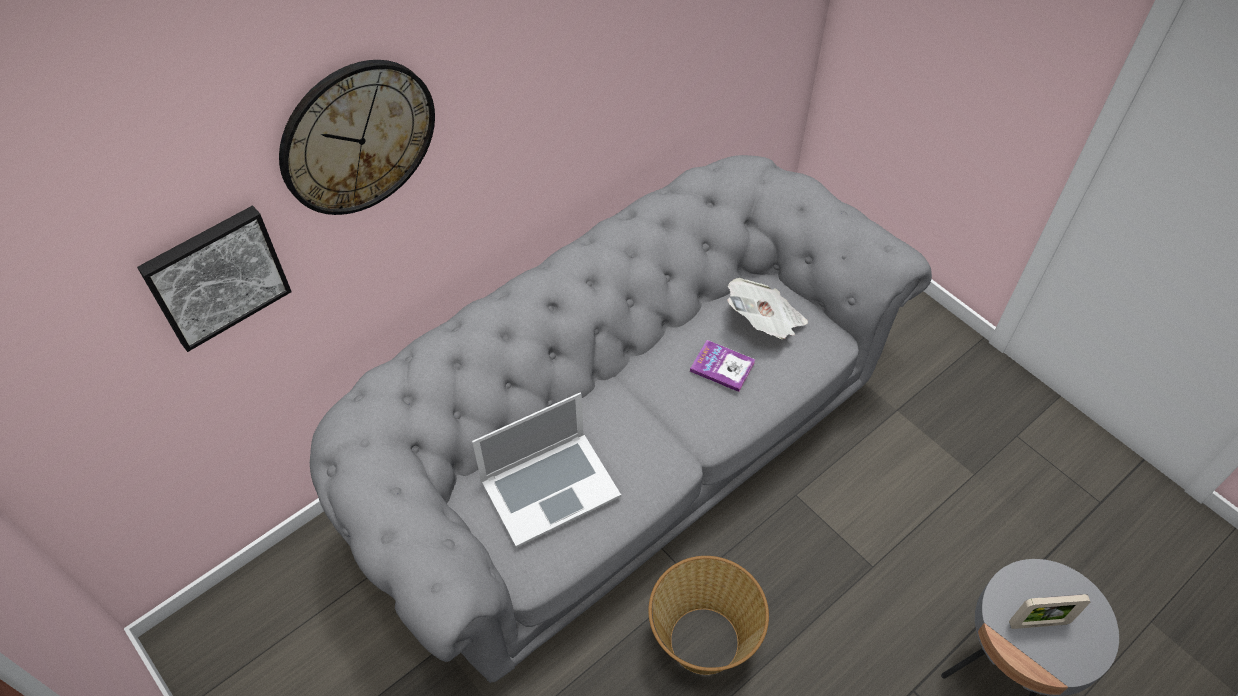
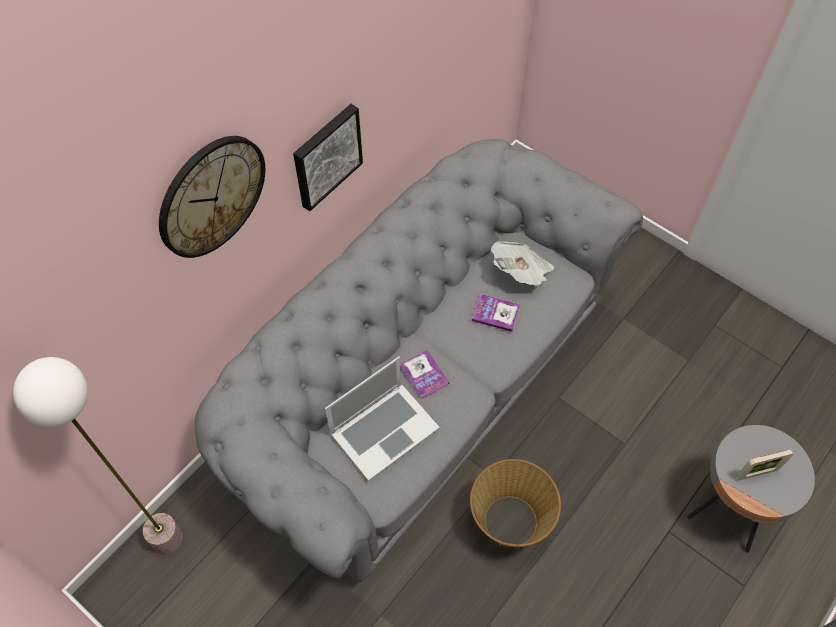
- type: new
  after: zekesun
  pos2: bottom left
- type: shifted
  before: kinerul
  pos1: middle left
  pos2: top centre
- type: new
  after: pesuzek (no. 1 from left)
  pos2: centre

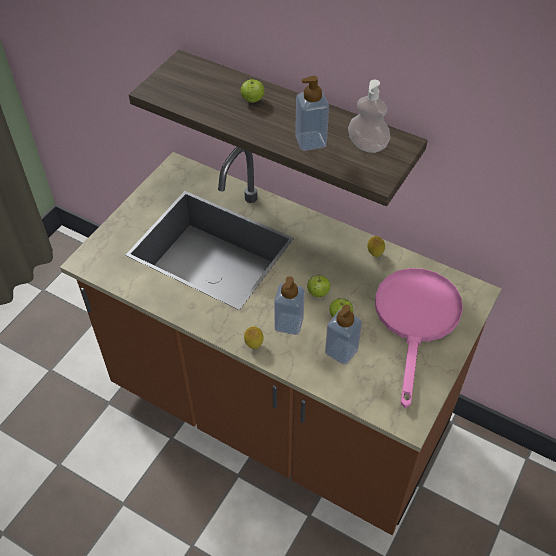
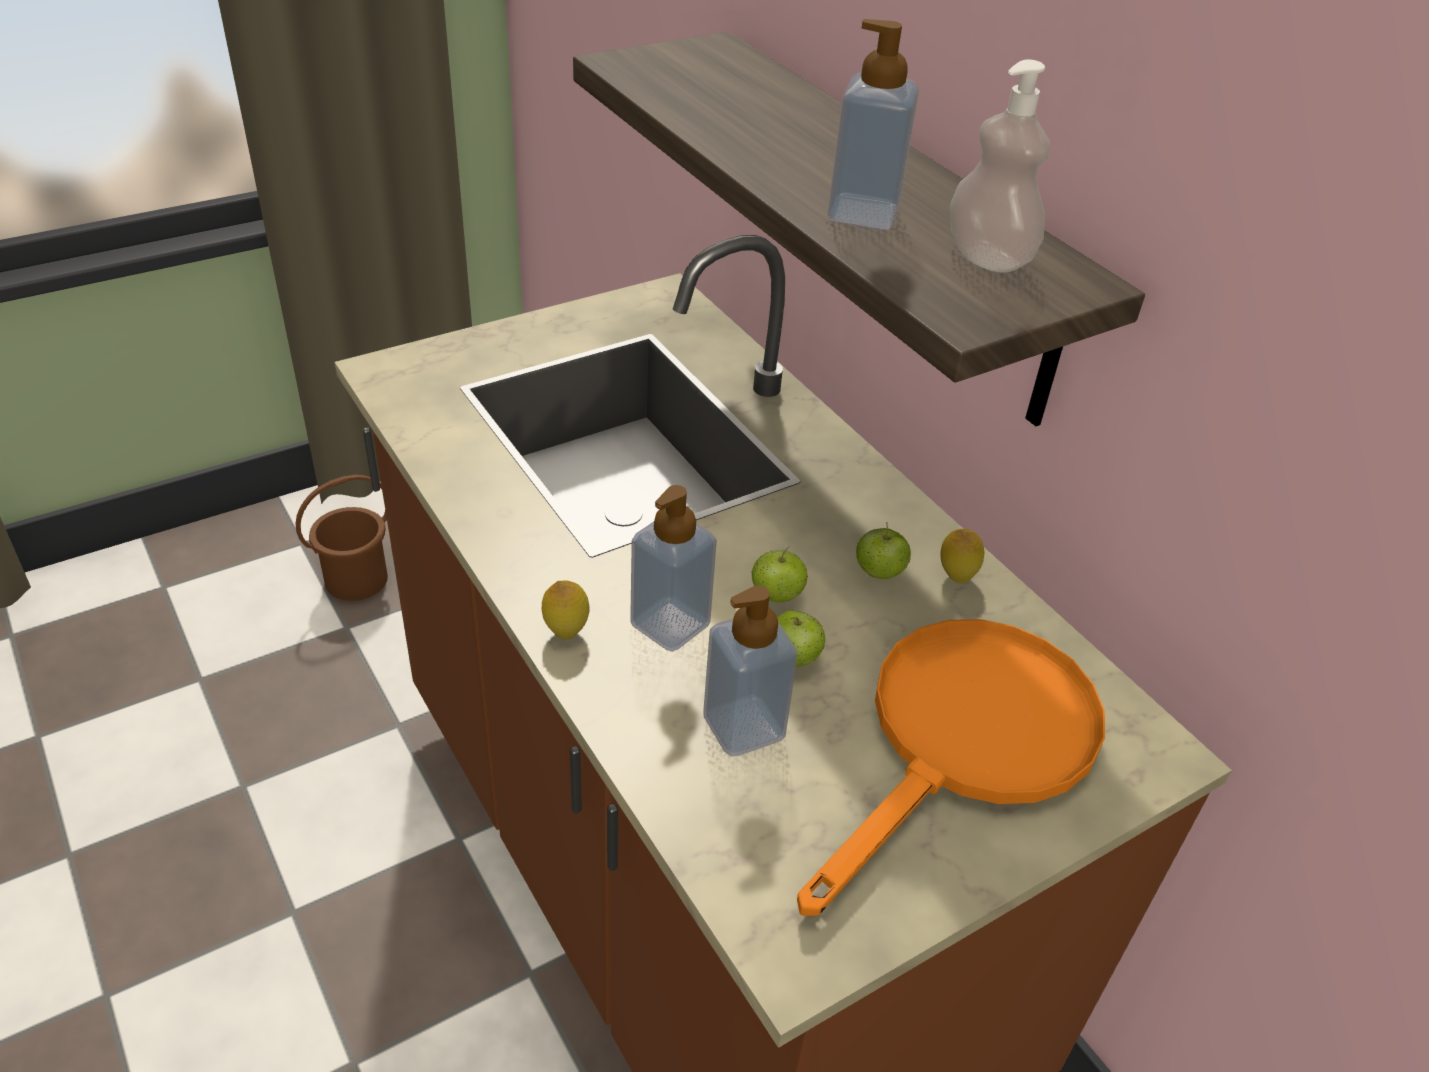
- type: new
  after: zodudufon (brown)
  pos2: middle left
- type: repainted
  before: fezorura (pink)
  after: fezorura (orange)
  pos1: middle right
  pos2: bottom centre
- type: shifted
  before: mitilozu (no. 1 from left in the first image)
  after: mitilozu (no. 3 from left)
  pos1: top centre
  pos2: centre

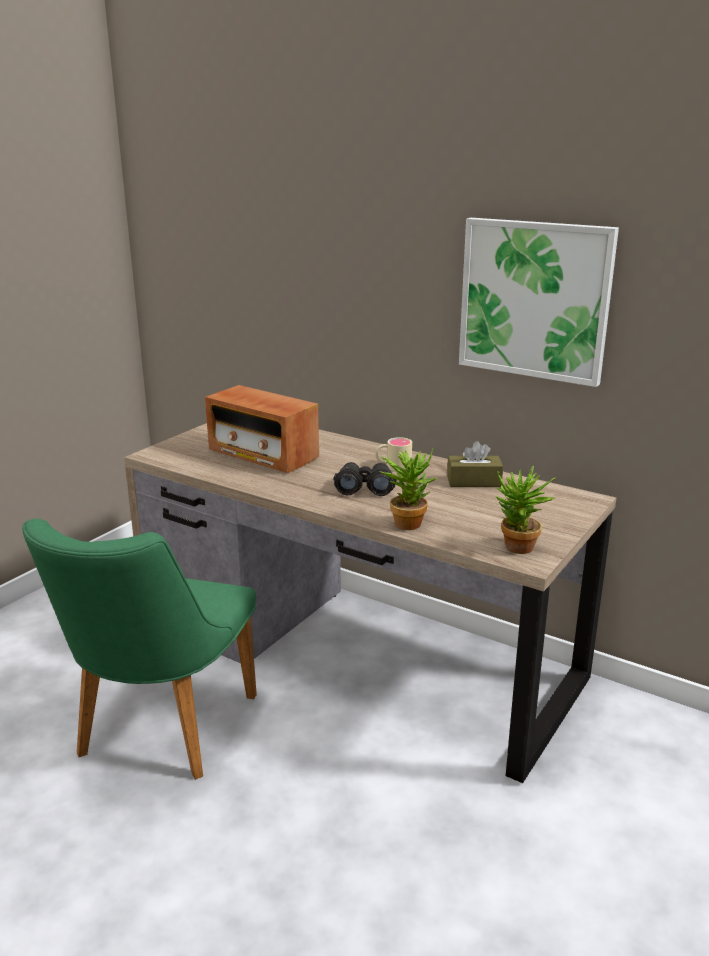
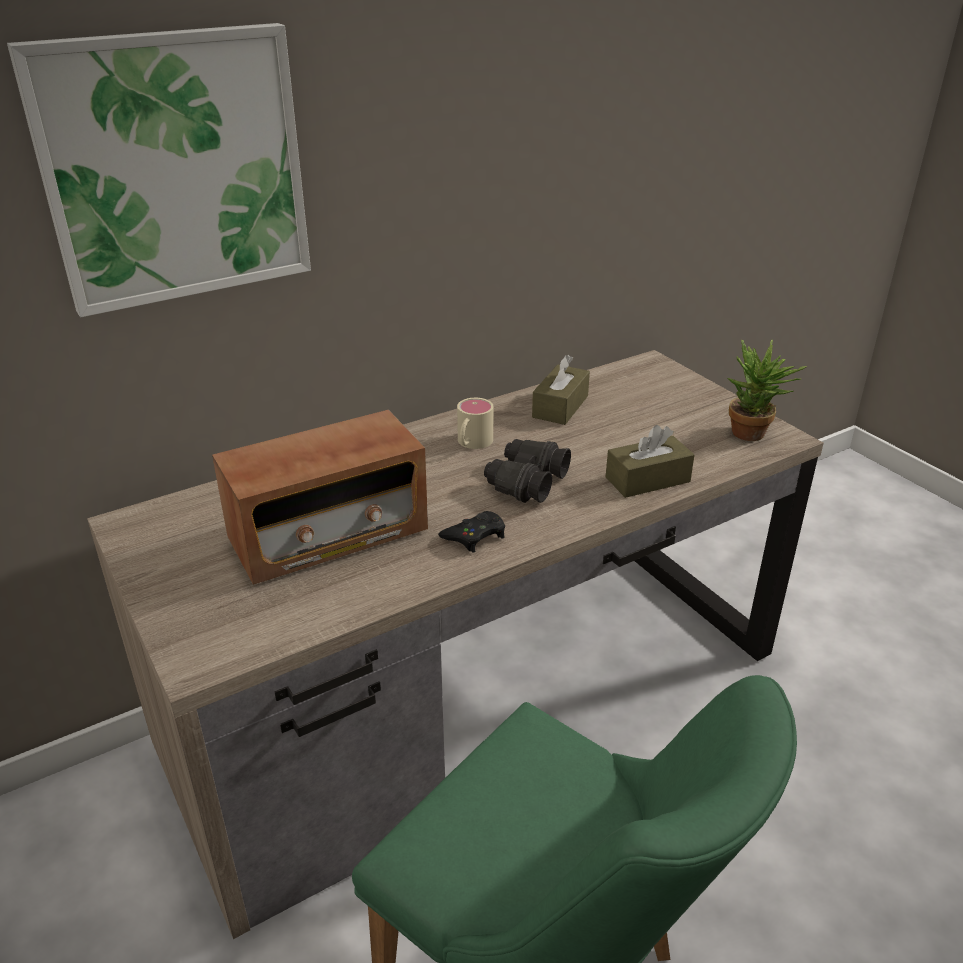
- type: shifted
  before: kinerul
  pos1: top right
  pos2: top left
- type: new
  after: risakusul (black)
  pos2: centre
- type: swapped
  before: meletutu (no. 1 from left)
  after: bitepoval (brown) (no. 2 from left)
  pos1: centre
  pos2: middle right

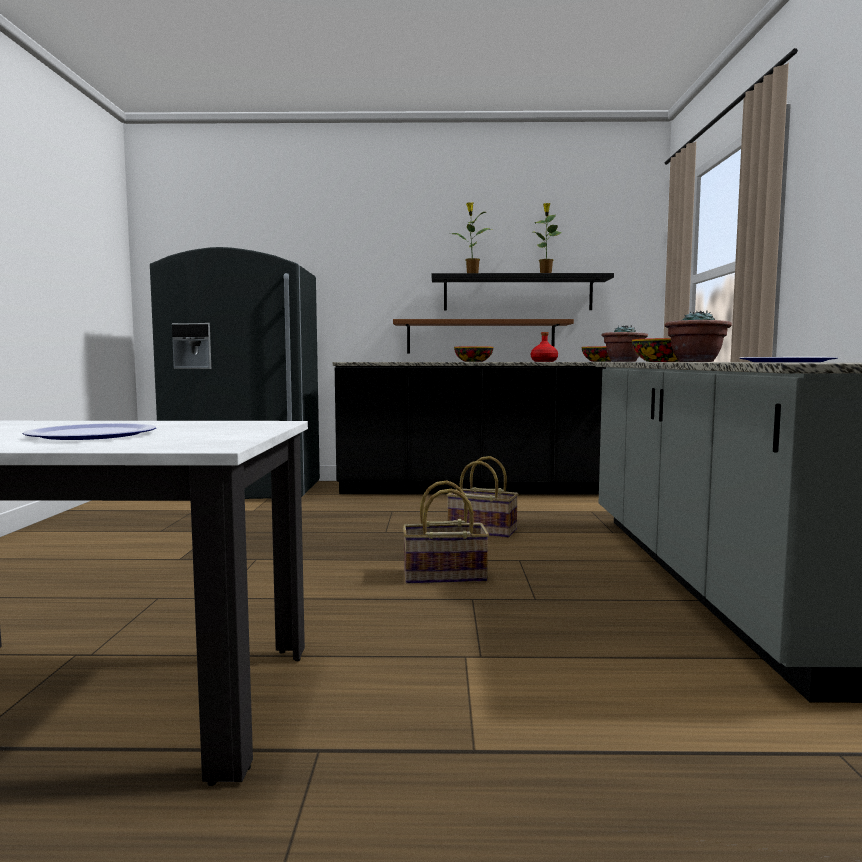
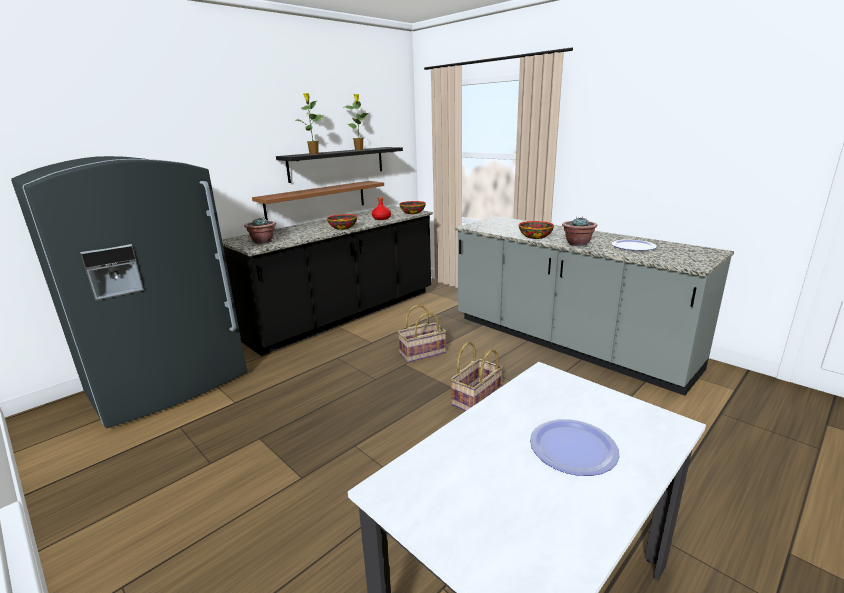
- type: shifted
  before: meletutu (no. 3 from left in the first image)
  after: meletutu (no. 1 from left)
  pos1: middle right
  pos2: middle left

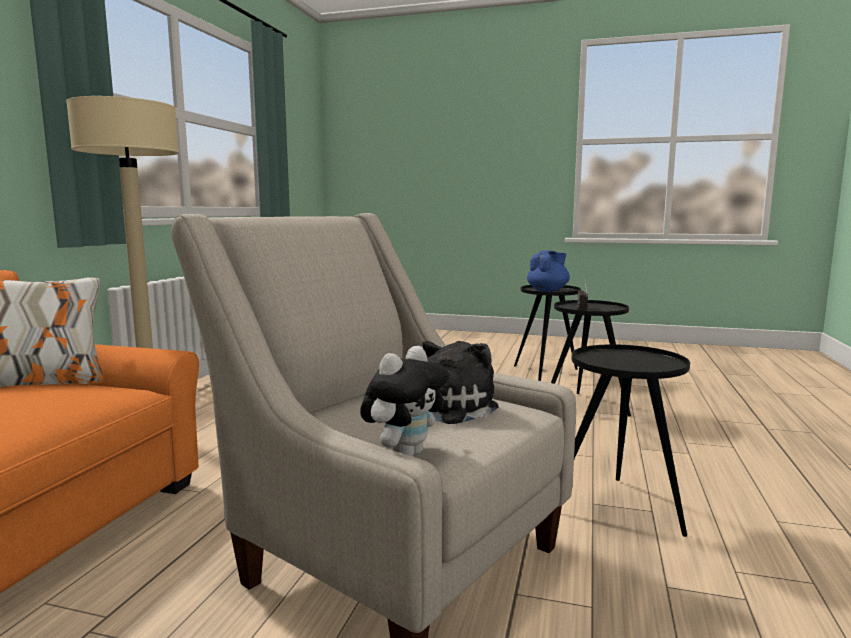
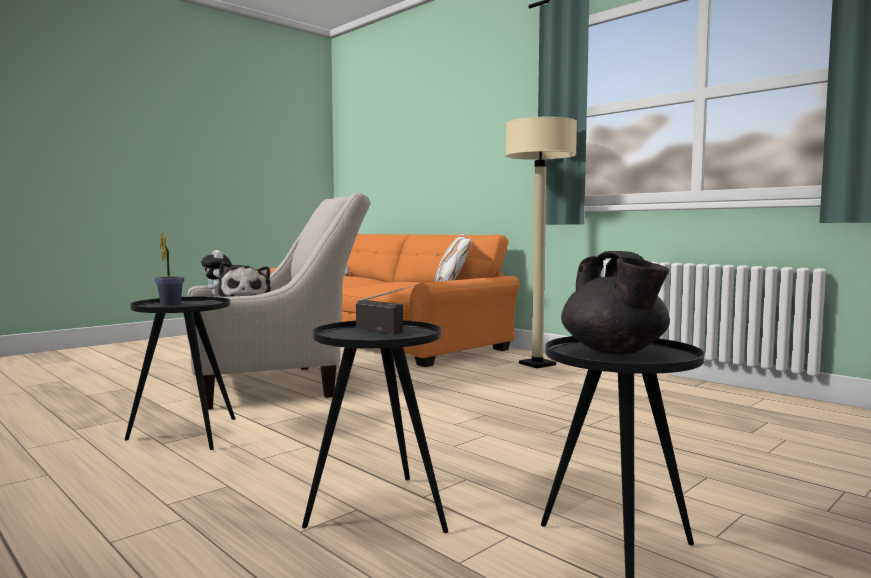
- type: new
  after: meletutu
  pos2: middle left
- type: repainted
  before: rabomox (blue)
  after: rabomox (black)
  pos1: centre
  pos2: middle right

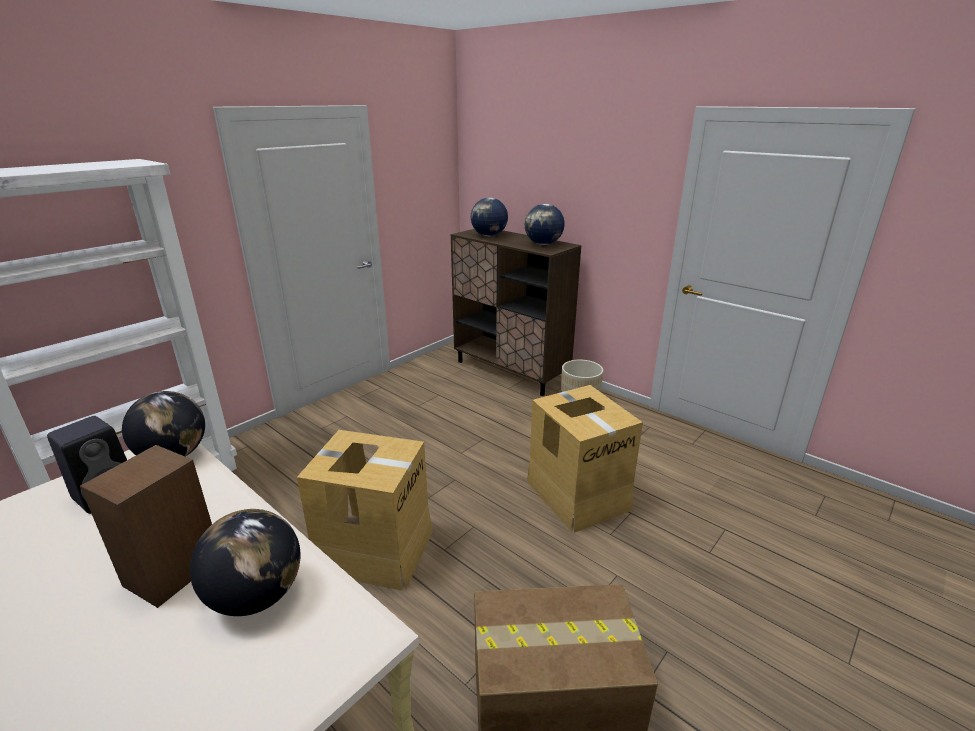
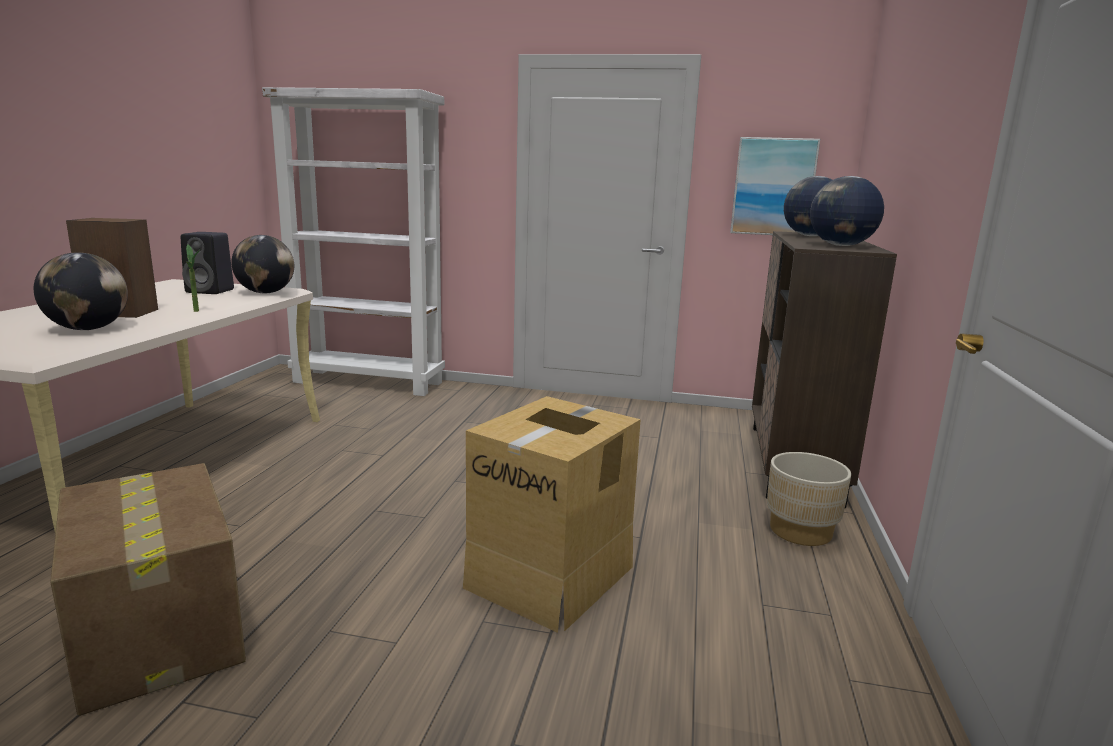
- type: new
  after: meletutu
  pos2: middle left
- type: new
  after: kinerul
  pos2: top right
- type: gone
  before: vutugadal (no. 1 from left)
  pos1: bottom centre

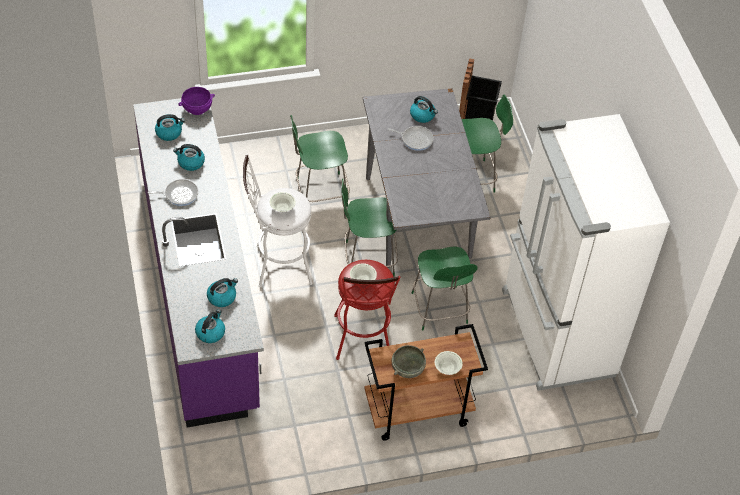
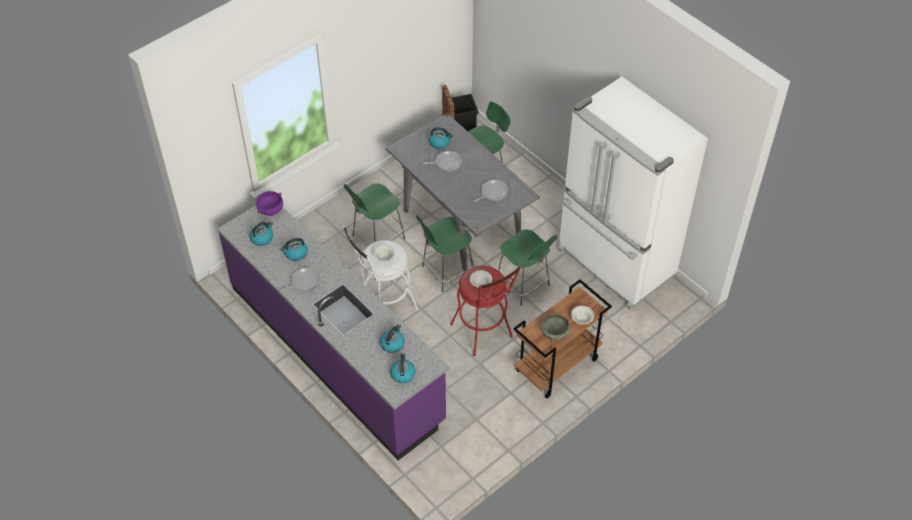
- type: new
  after: fezorura (no. 3 from left)
  pos2: centre

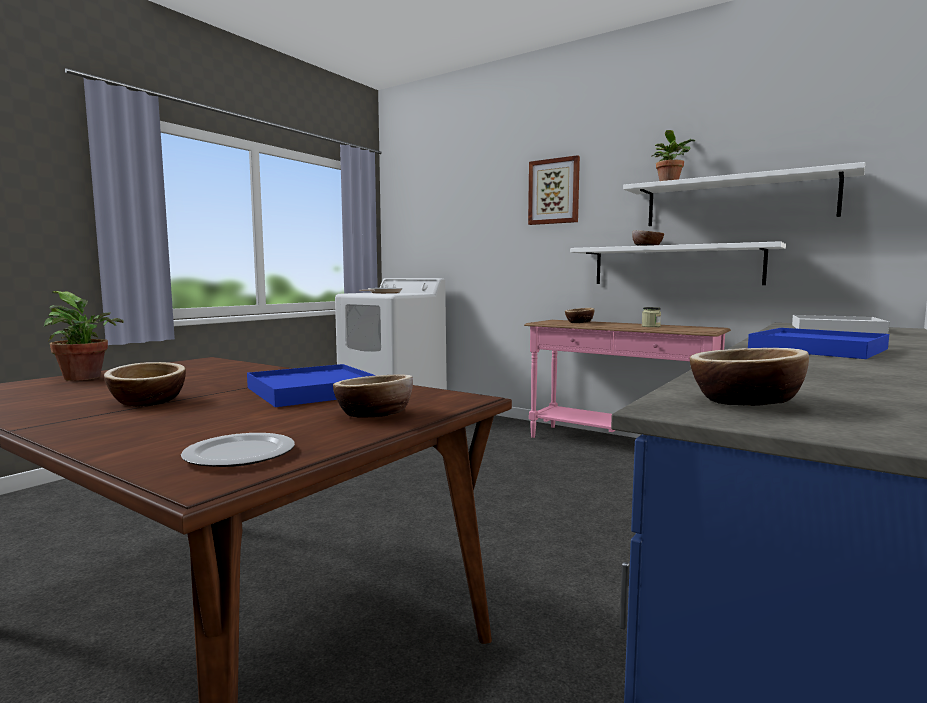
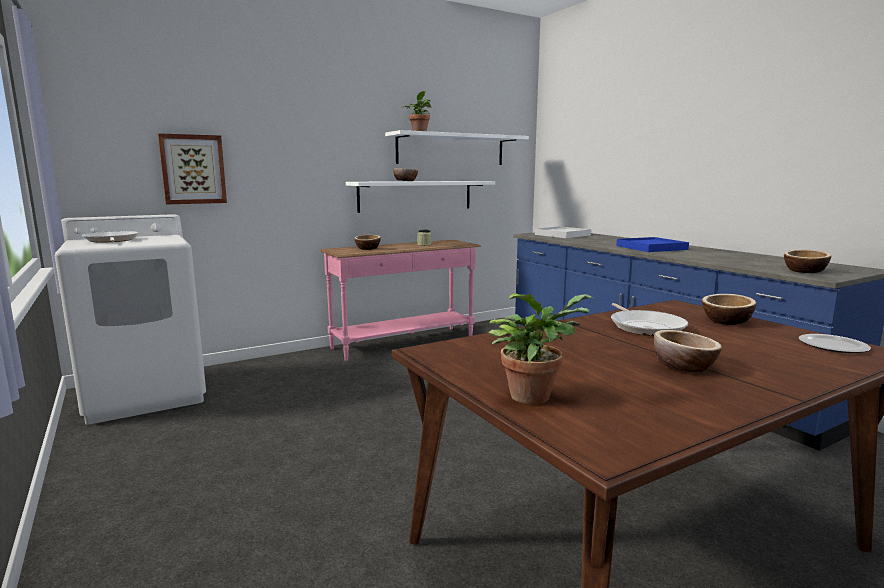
- type: shifted
  before: kinerul
  pos1: top centre
  pos2: top left
- type: swapped
  before: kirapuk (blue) (no. 1 from left)
  after: fezorura (no. 2 from left)
  pos1: centre
  pos2: middle right

